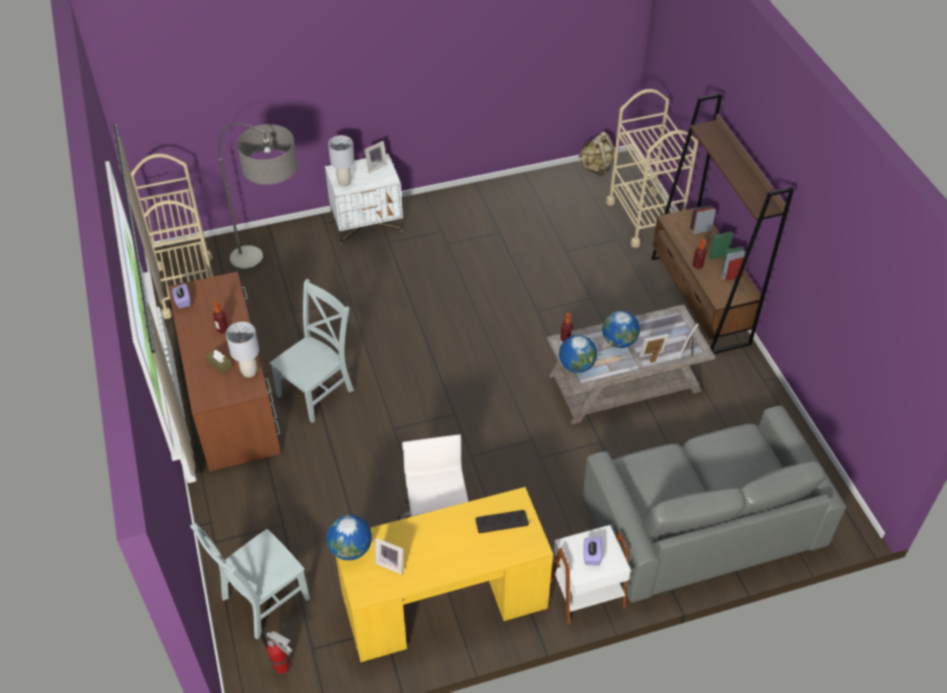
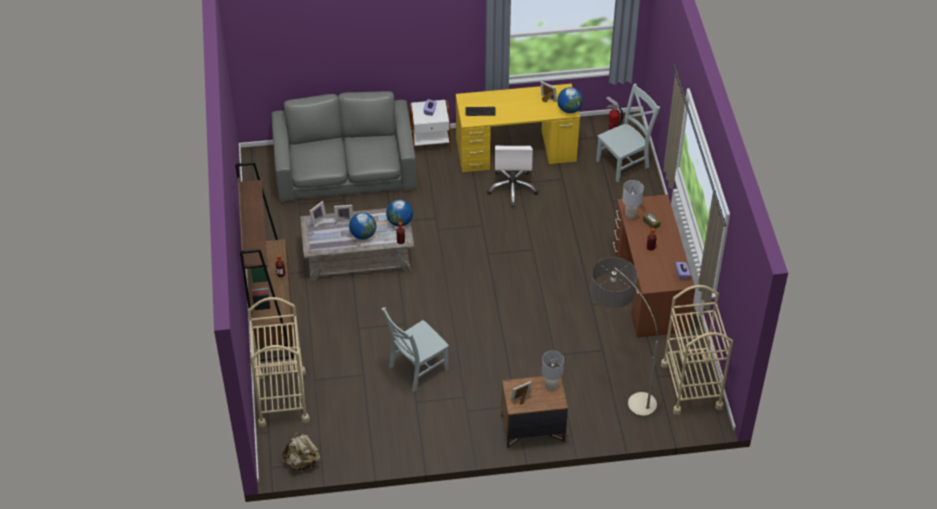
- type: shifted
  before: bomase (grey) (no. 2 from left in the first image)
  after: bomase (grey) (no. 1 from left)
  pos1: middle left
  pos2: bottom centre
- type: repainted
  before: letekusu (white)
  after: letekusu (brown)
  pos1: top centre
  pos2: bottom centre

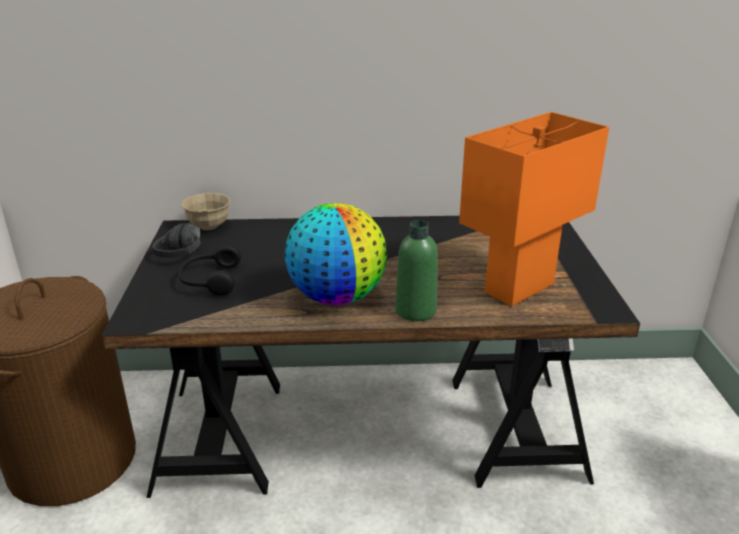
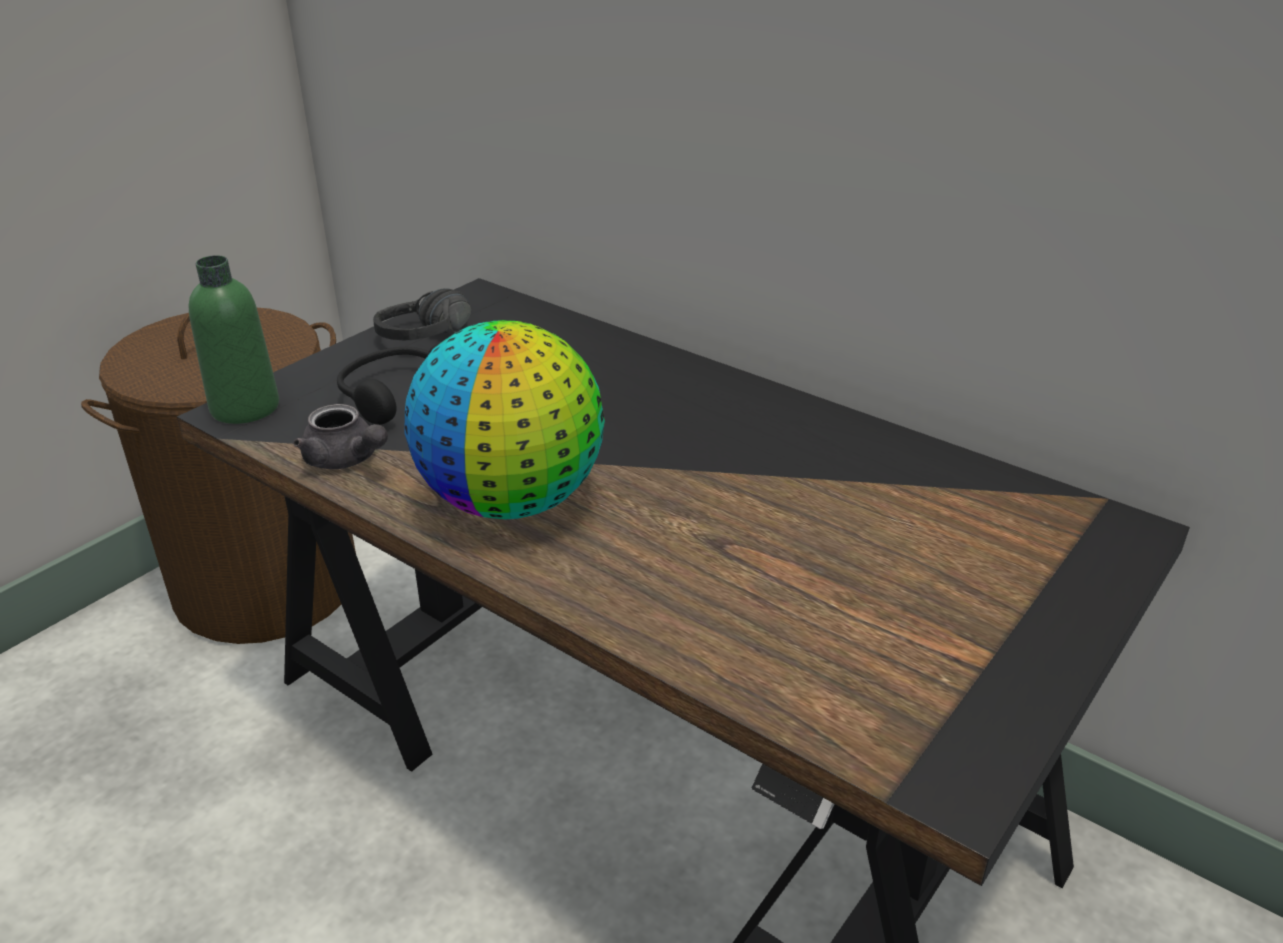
- type: shifted
  before: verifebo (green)
  pos1: centre
  pos2: middle left
- type: new
  after: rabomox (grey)
  pos2: middle left
- type: gone
  before: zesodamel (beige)
  pos1: middle left
- type: gone
  before: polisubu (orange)
  pos1: middle right

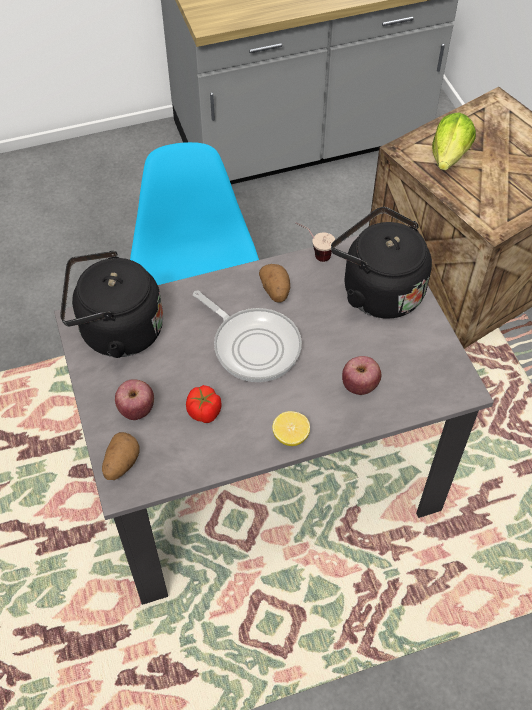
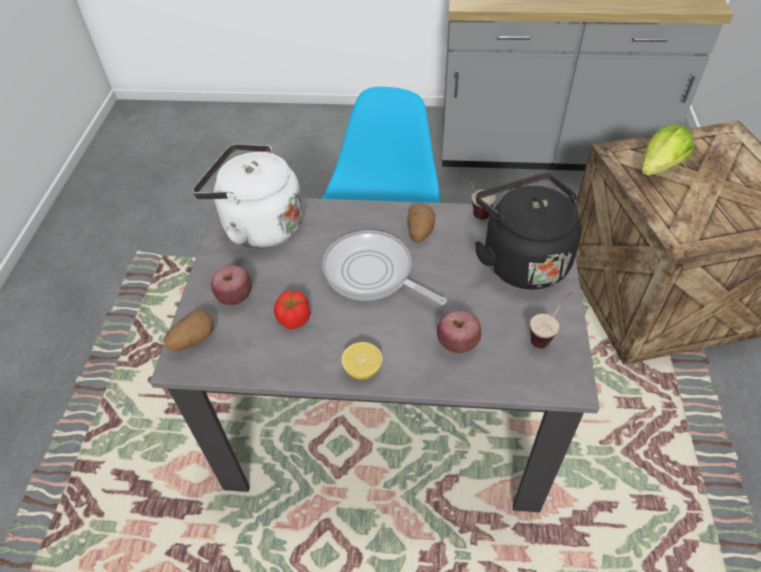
- type: repainted
  before: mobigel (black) (no. 1 from left)
  after: mobigel (white)
  pos1: middle left
  pos2: middle left
- type: rotated
  before: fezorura
  pos1: centre
  pos2: centre
  turn: 150
- type: new
  after: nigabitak (no. 2 from left)
  pos2: middle right

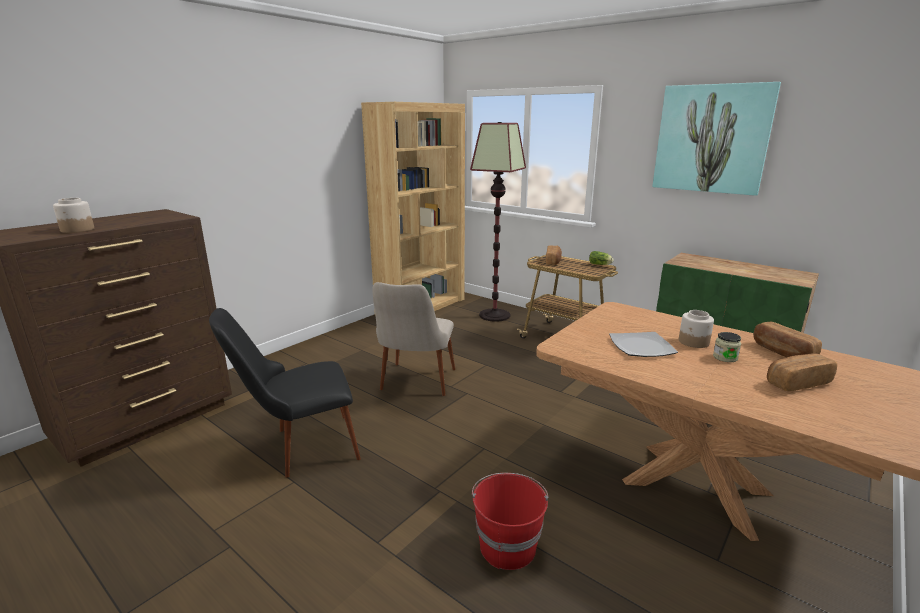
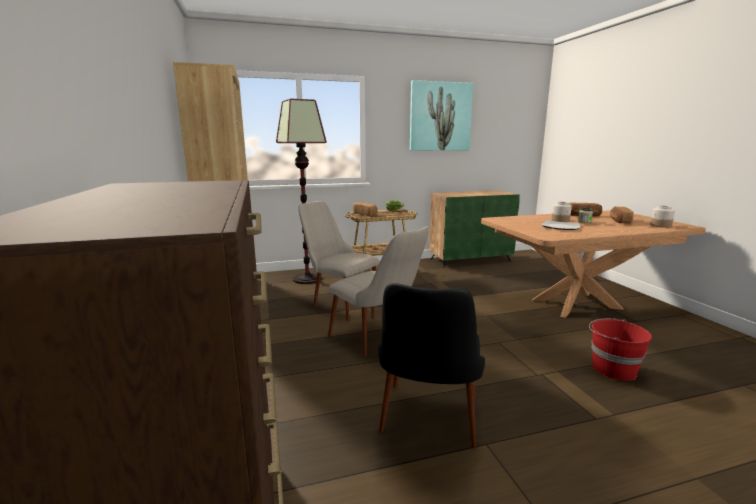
- type: new
  after: bomase (beige) (no. 1 from left)
  pos2: centre
- type: shifted
  before: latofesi (no. 1 from left in the first image)
  after: latofesi (no. 3 from left)
  pos1: middle left
  pos2: middle right

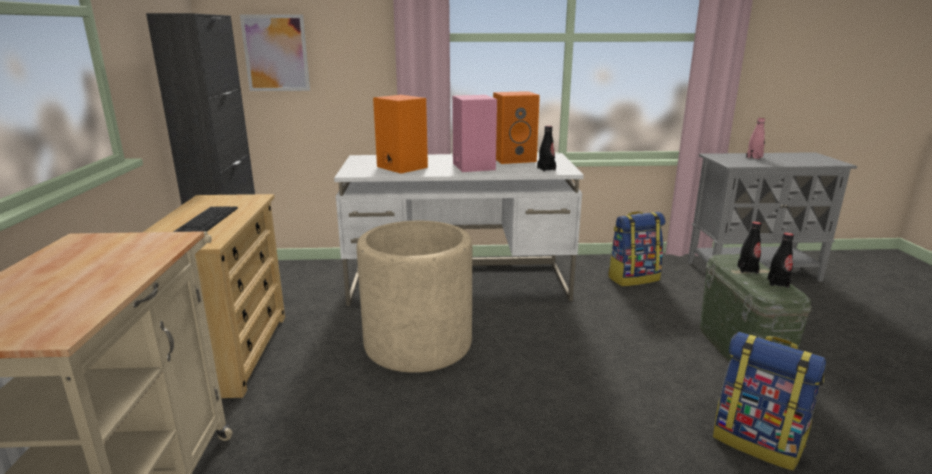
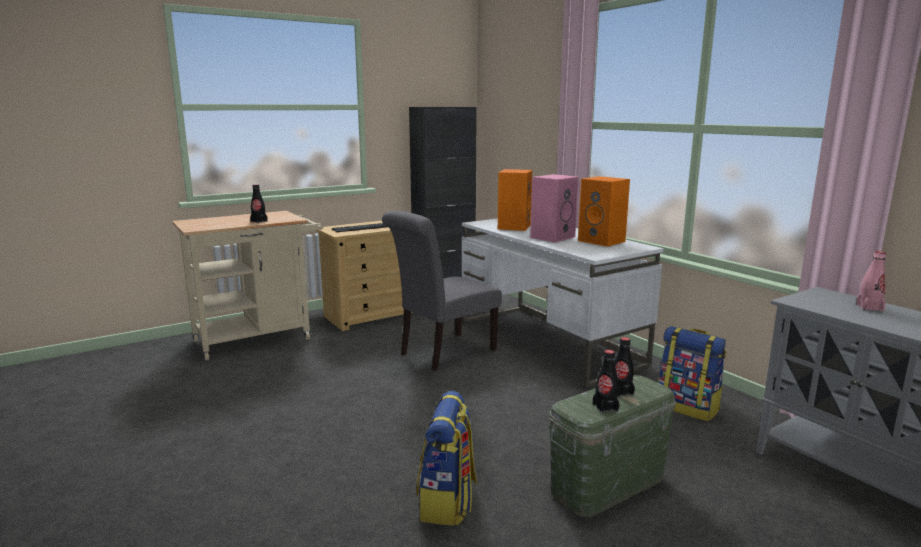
- type: shifted
  before: verifebo (black) (no. 1 from left)
  pos1: top centre
  pos2: middle left
- type: swapped
  before: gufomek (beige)
  after: bomase (grey)
  pos1: centre
  pos2: centre
- type: gone
  before: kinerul
  pos1: top left

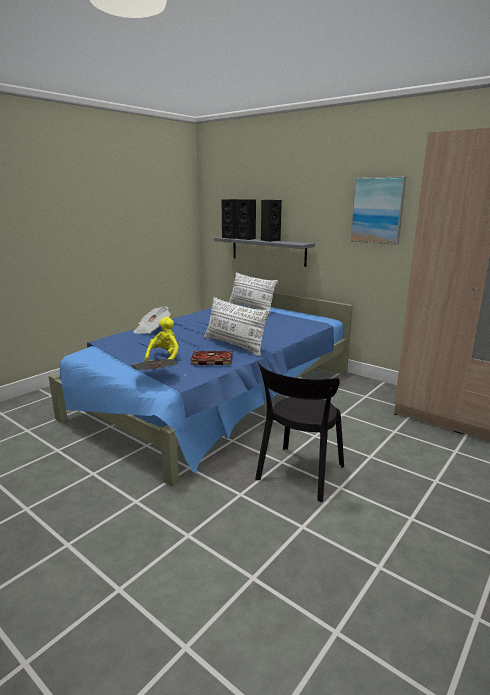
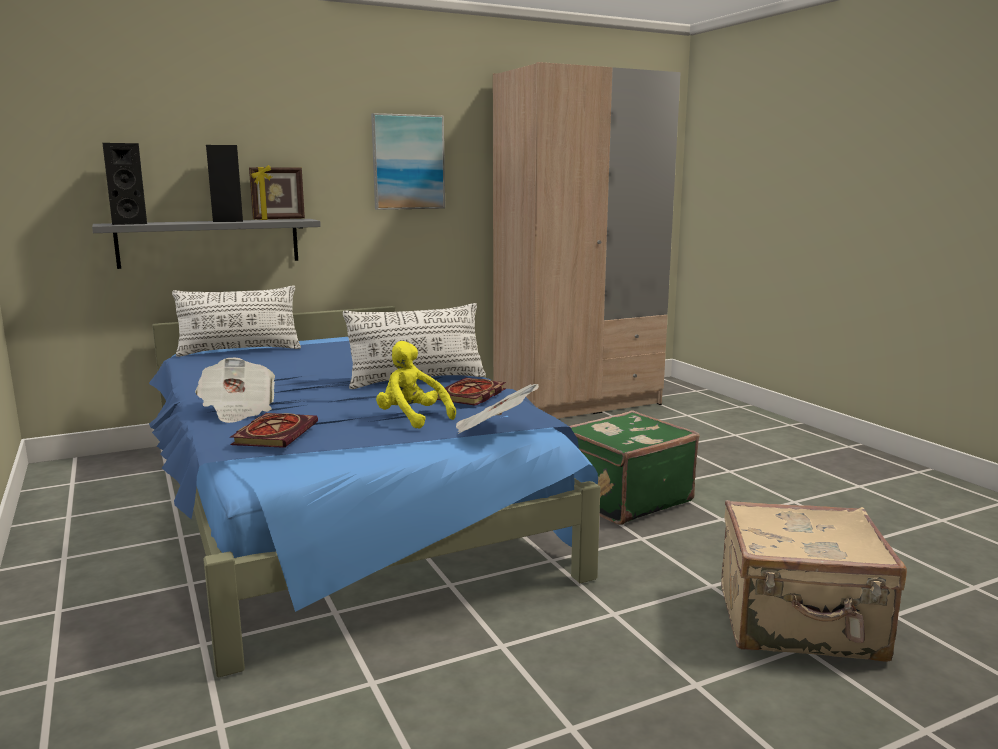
- type: new
  after: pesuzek (no. 1 from left)
  pos2: middle left
- type: new
  after: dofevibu
  pos2: top left
- type: swapped
  before: bomase (black)
  after: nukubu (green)
  pos1: centre
  pos2: centre
- type: new
  after: nukubu (beige)
  pos2: bottom right
- type: gone
  before: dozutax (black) (no. 2 from left)
  pos1: top centre

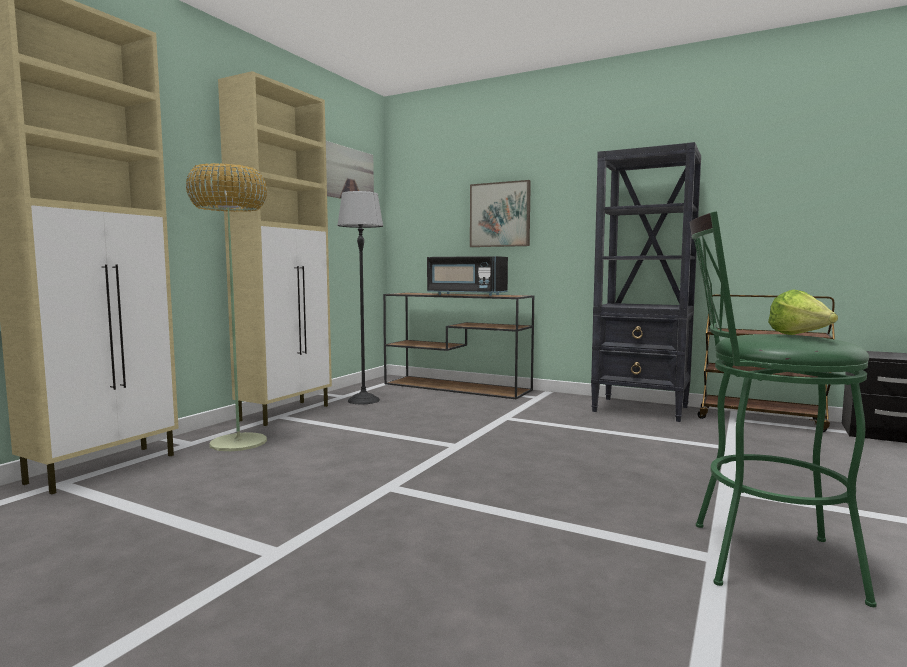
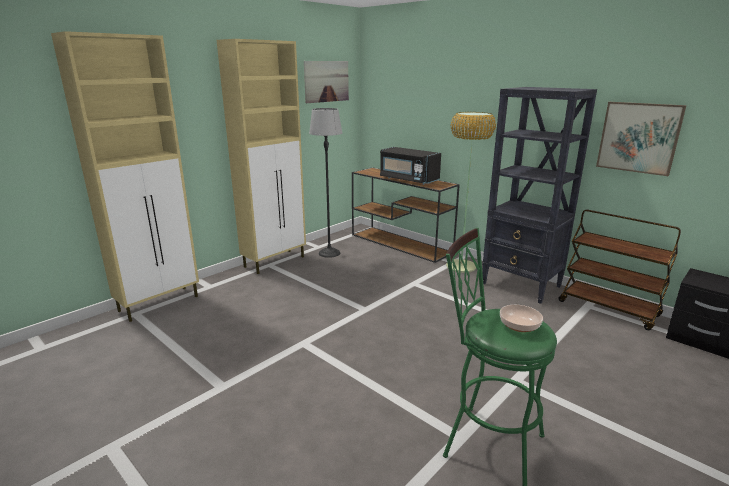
- type: shifted
  before: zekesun (no. 1 from left in the first image)
  after: zekesun (no. 2 from left)
  pos1: middle left
  pos2: centre
- type: swapped
  before: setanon
  after: zesodamel
  pos1: middle right
  pos2: middle right
- type: shifted
  before: kinerul (no. 2 from left)
  pos1: top centre
  pos2: top right

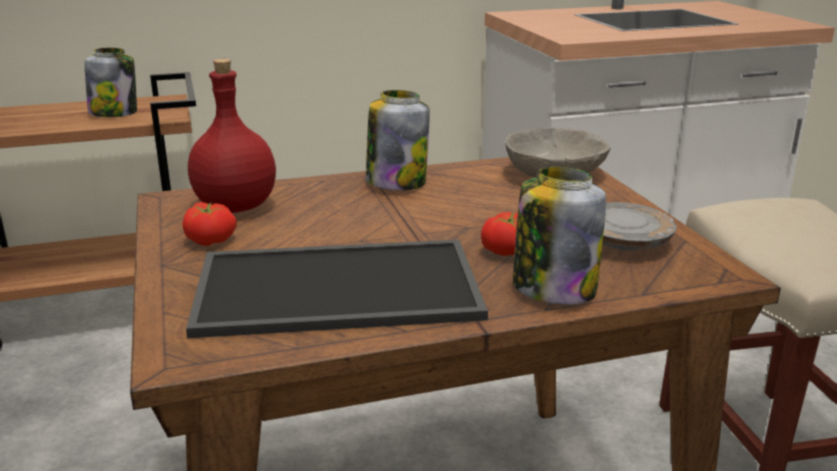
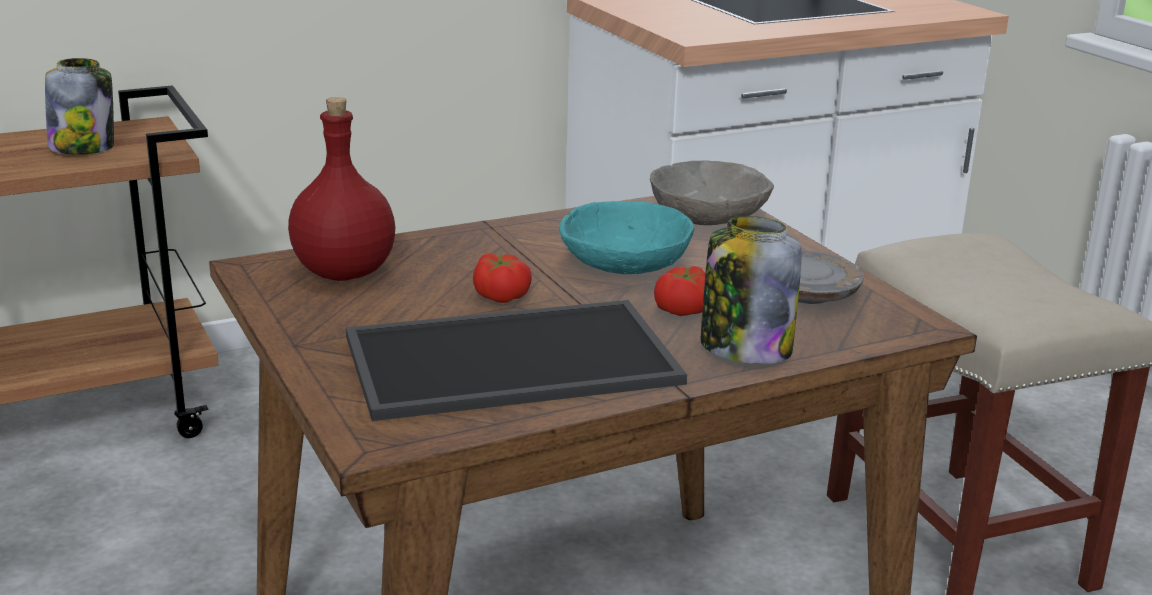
- type: shifted
  before: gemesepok (no. 1 from left)
  pos1: middle left
  pos2: centre
- type: new
  after: zesodamel (turquoise)
  pos2: centre
- type: gone
  before: latofesi (no. 2 from left)
  pos1: top centre

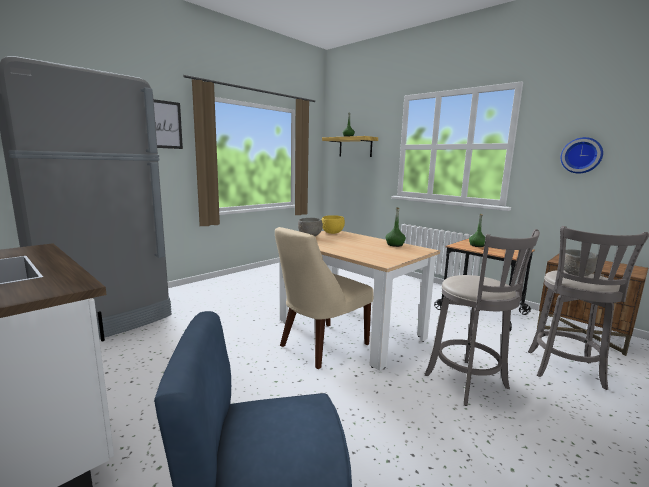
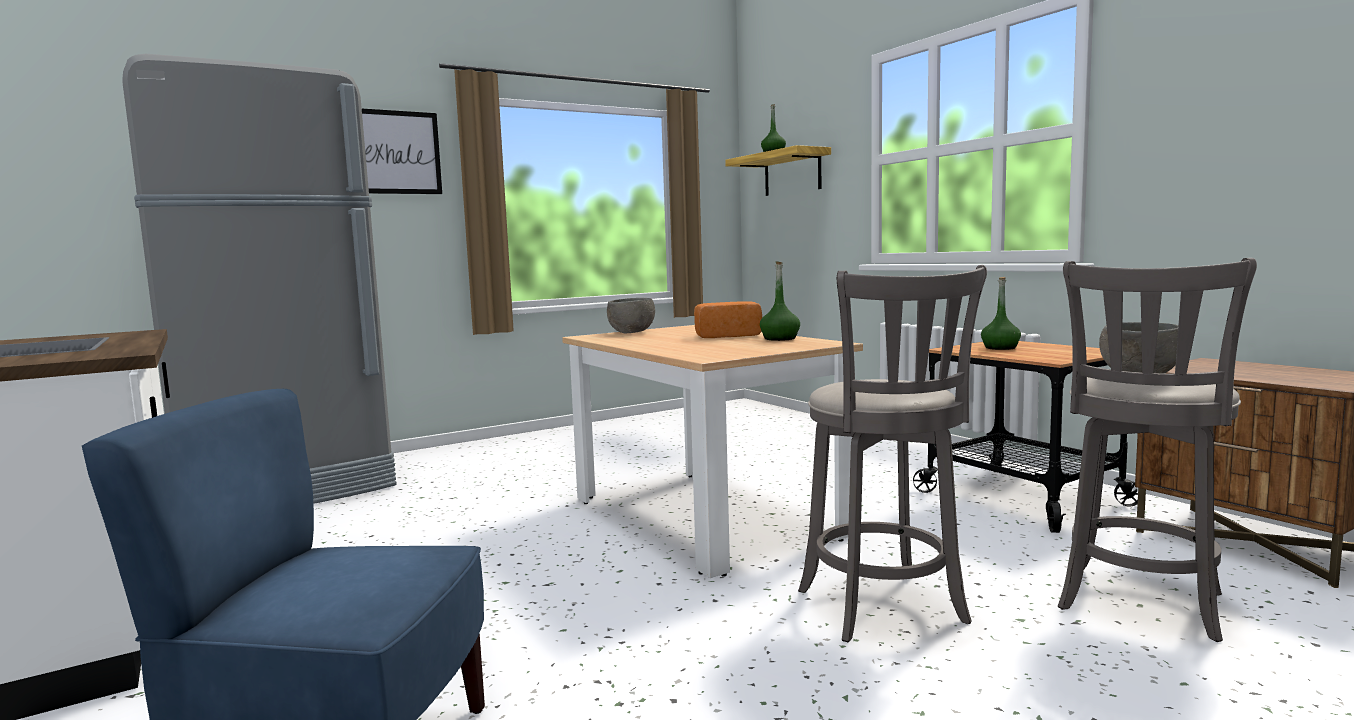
- type: new
  after: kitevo
  pos2: centre
- type: gone
  before: bomase (beige)
  pos1: centre
- type: gone
  before: zesodamel (yellow)
  pos1: centre
- type: gone
  before: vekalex
  pos1: top right

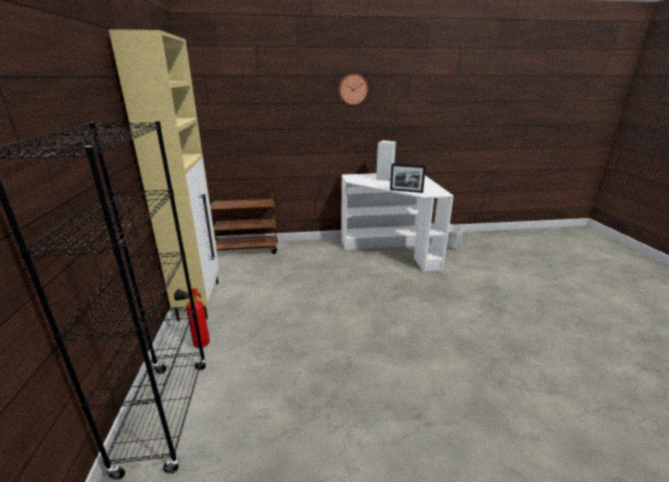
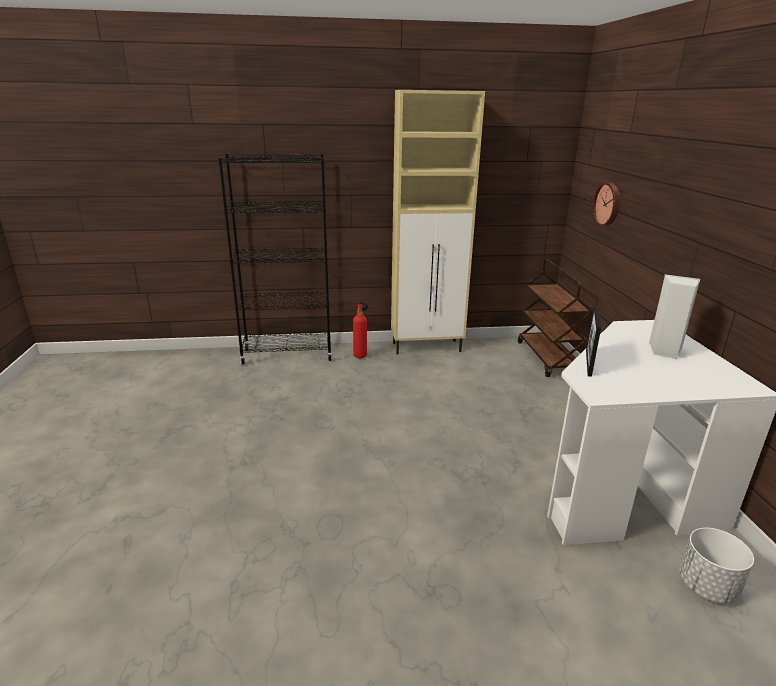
- type: shifted
  before: vekalex
  pos1: top centre
  pos2: top right

